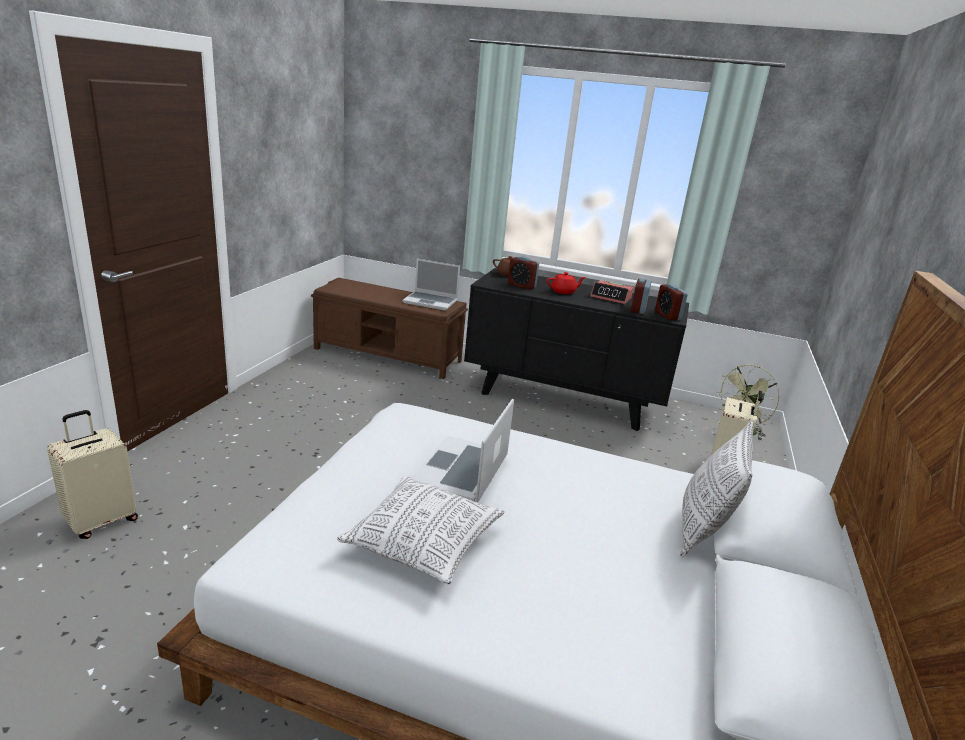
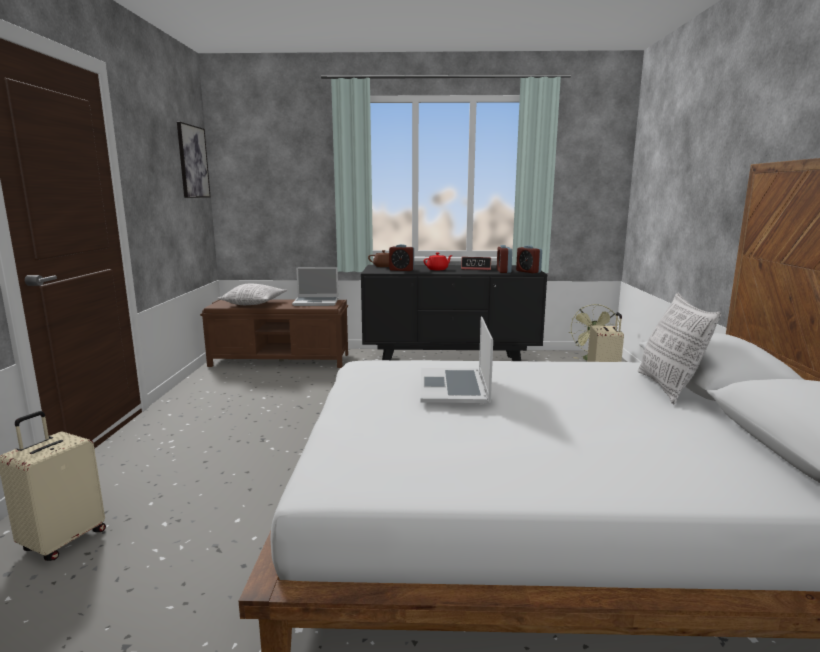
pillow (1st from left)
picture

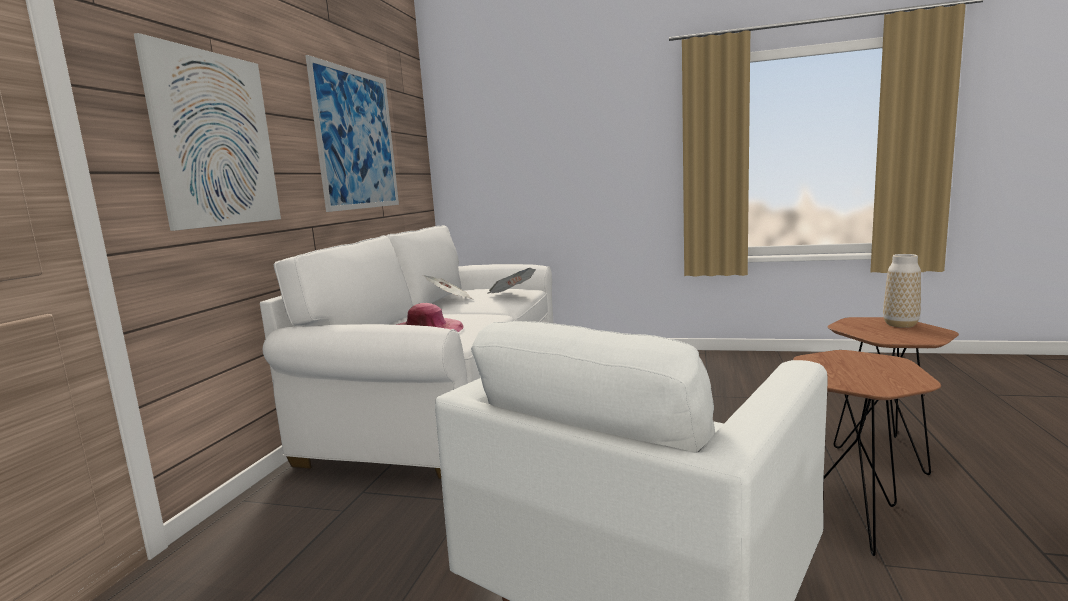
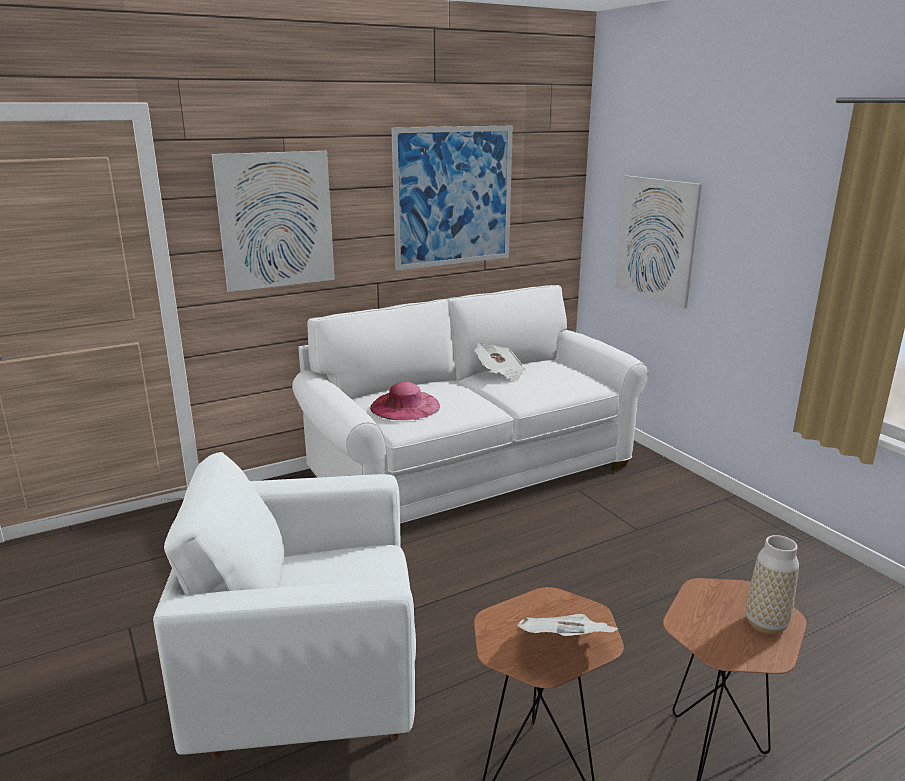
newspaper (2nd from left)
picture (3rd from left)

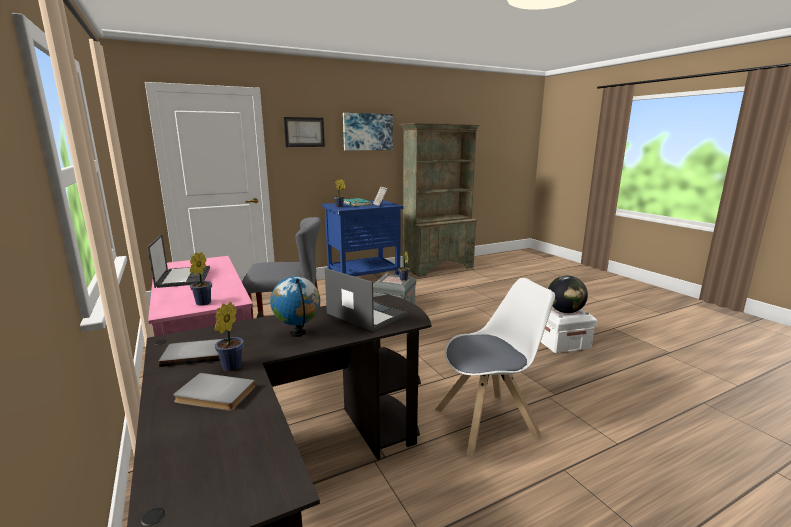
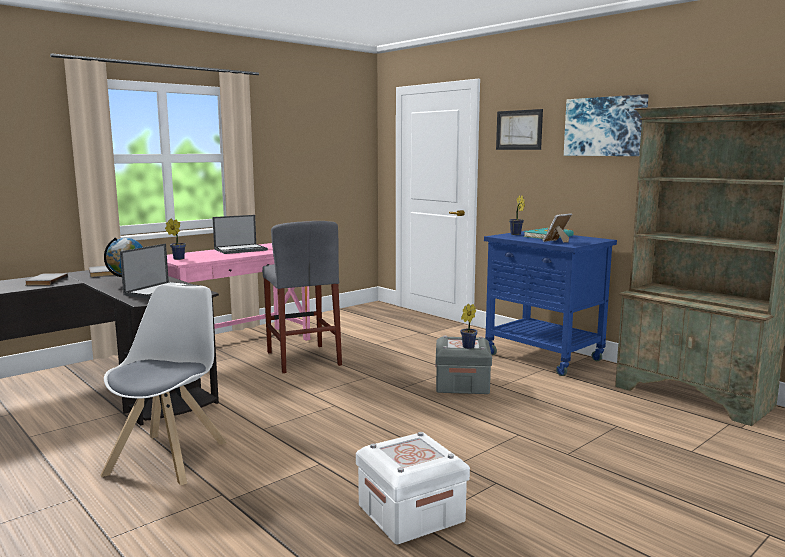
potted plant (2nd from left in the first image)
chair
globe (2nd from left in the first image)

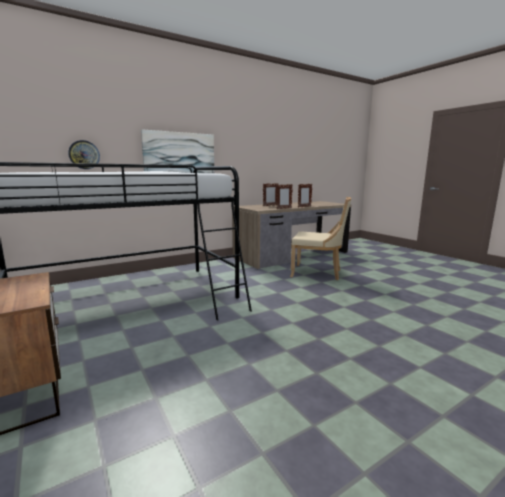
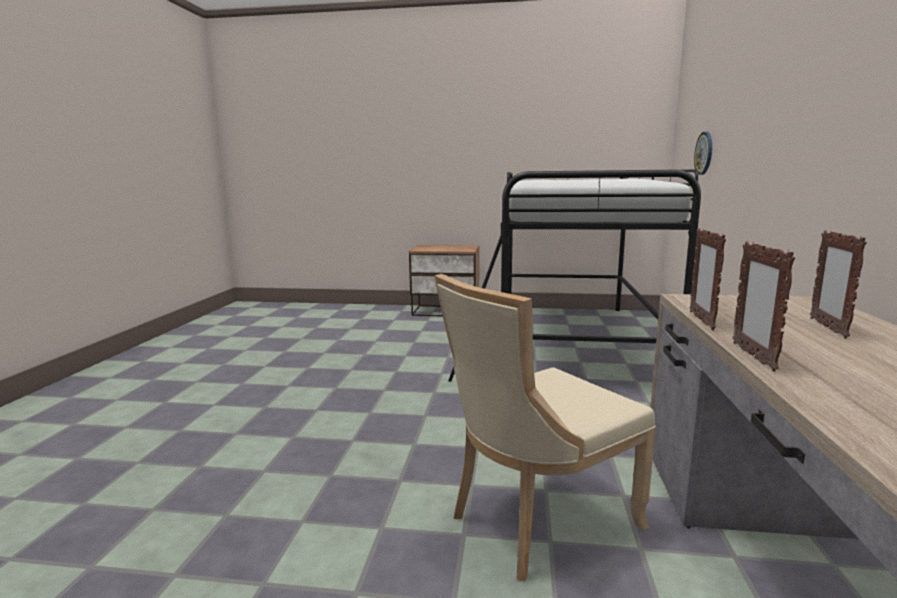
picture

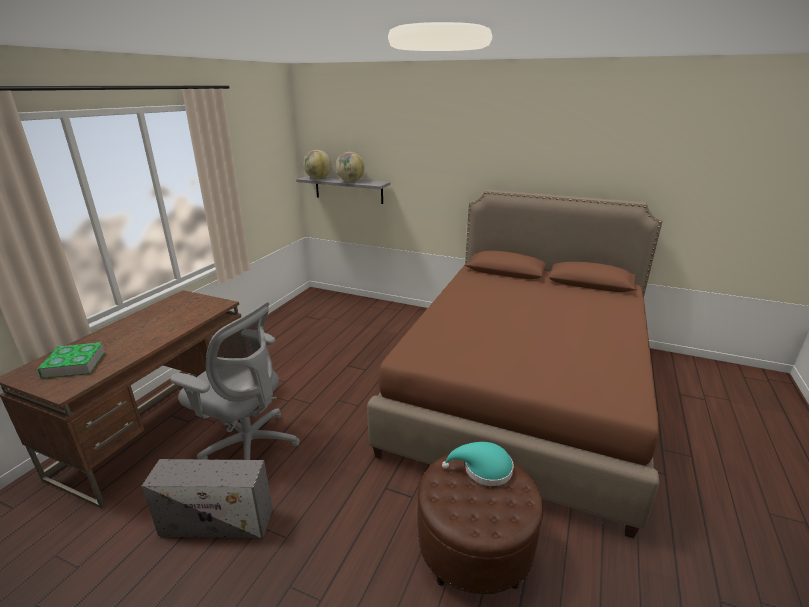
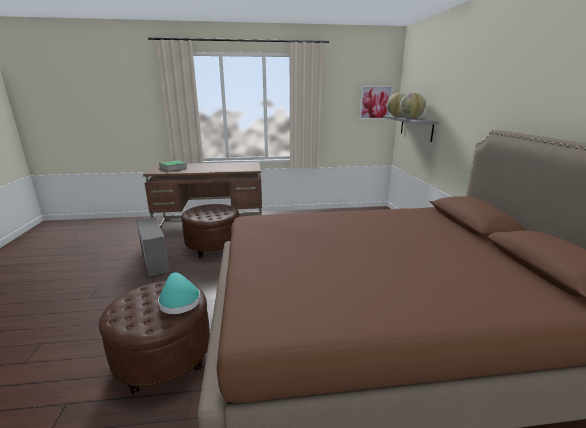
brown ottoman (2nd from left)
picture

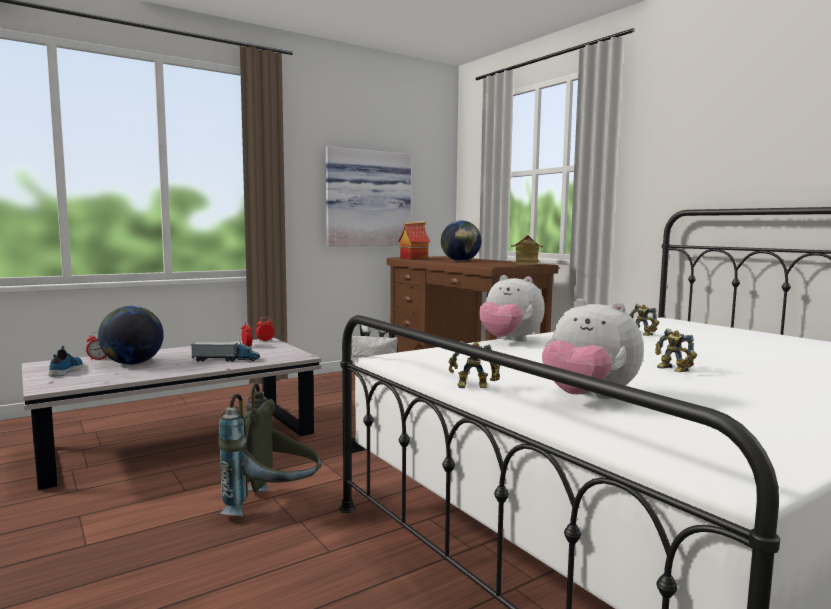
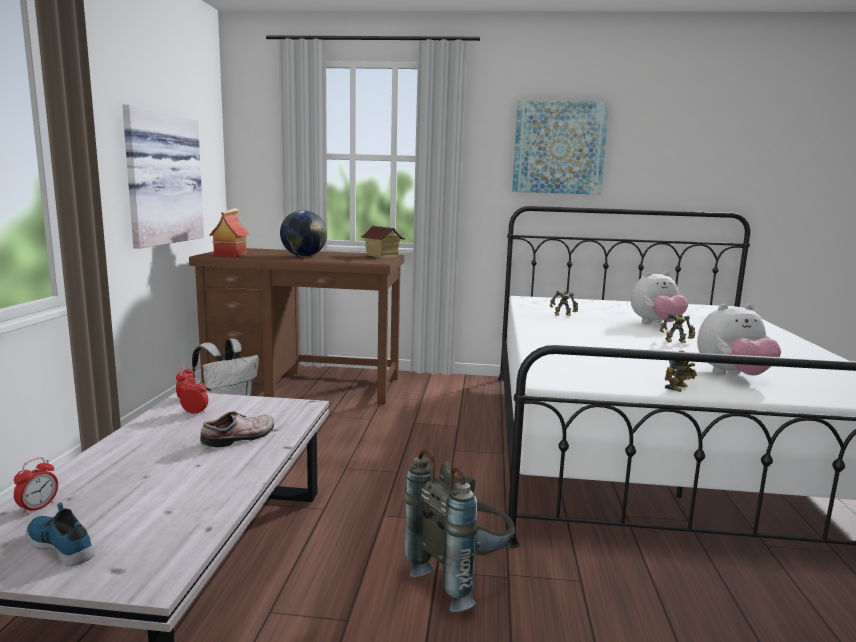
globe (1st from left in the first image)
shoe (2nd from left)
plush toy (1st from left)
picture (2nd from left)

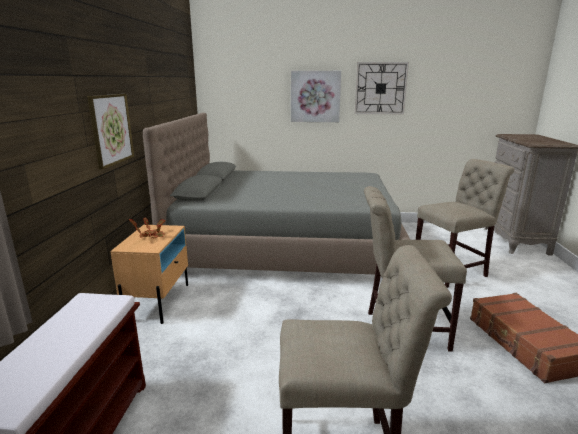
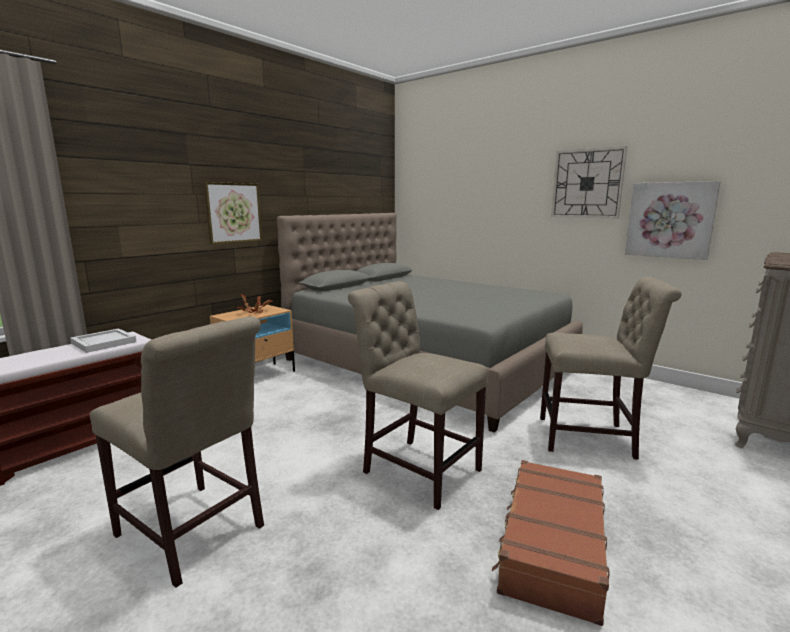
picture (2nd from left)
white tray

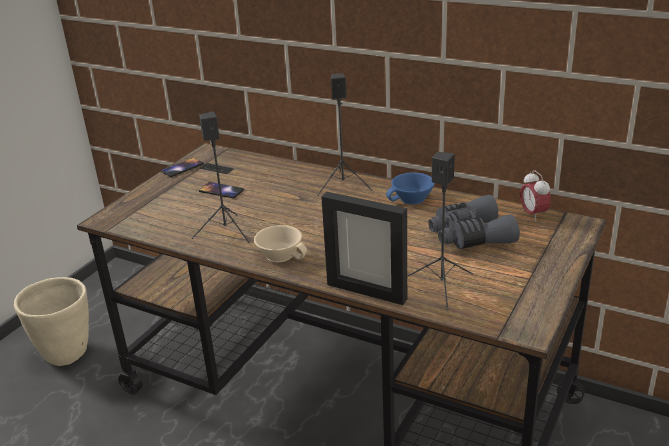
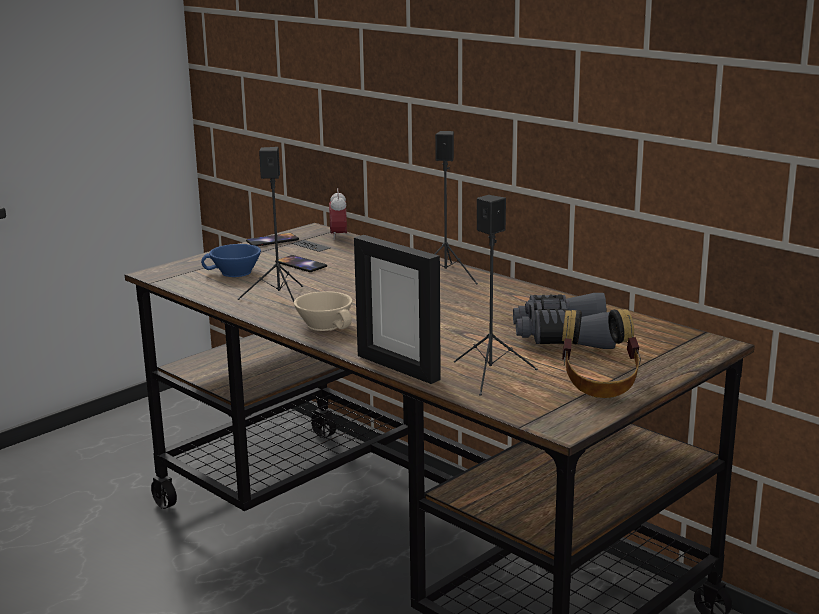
beige planter
blue cup
alarm clock
headphones

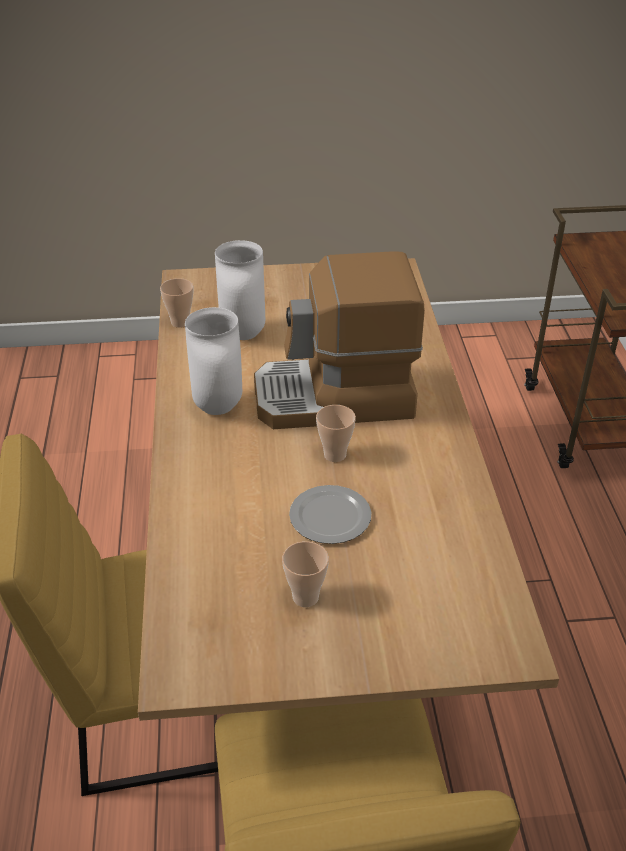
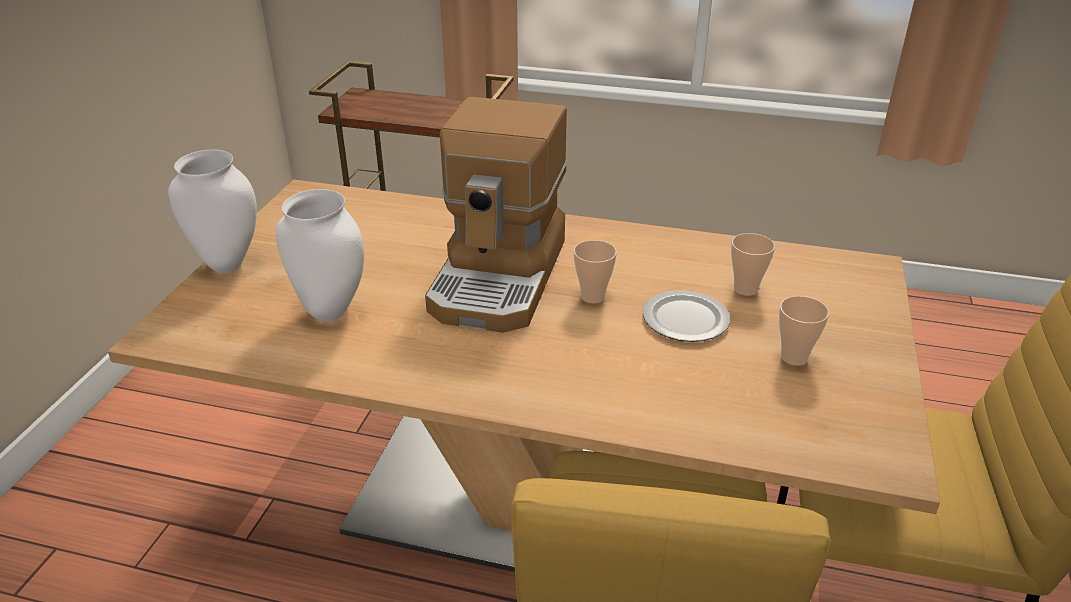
cup (2nd from left)
white vase (1st from left)

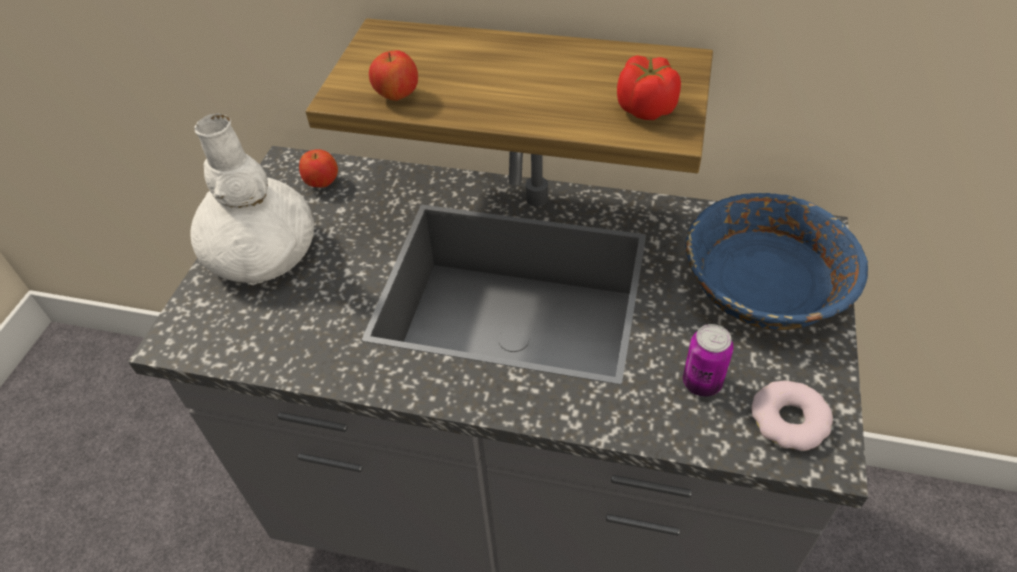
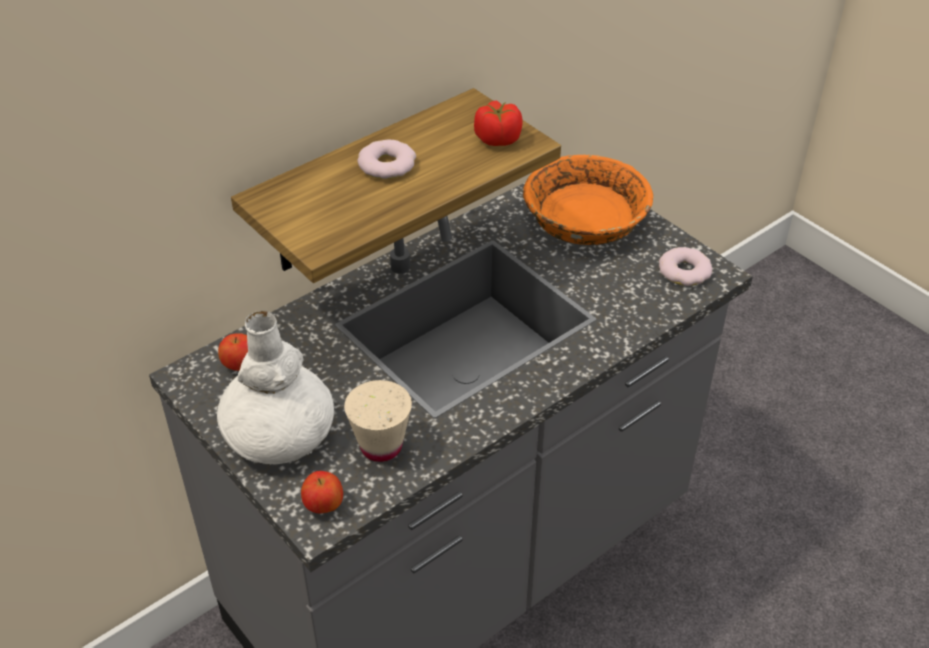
apple (2nd from left)
can
orange bowl
beige cup
donut (1st from left)

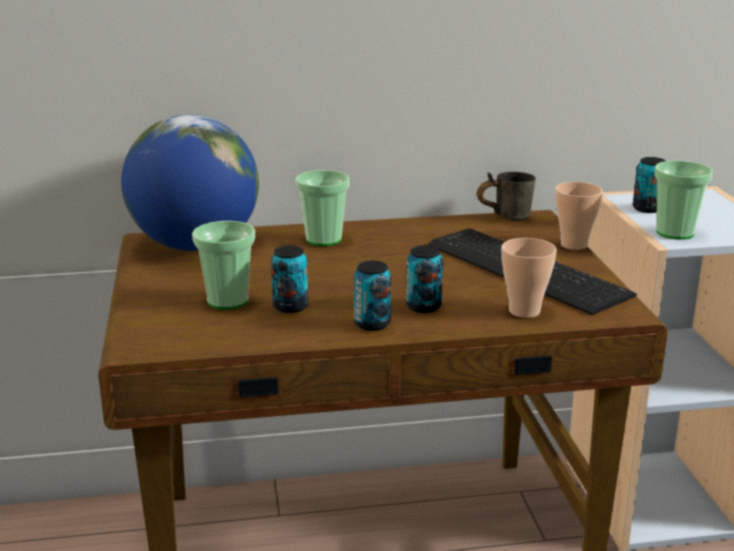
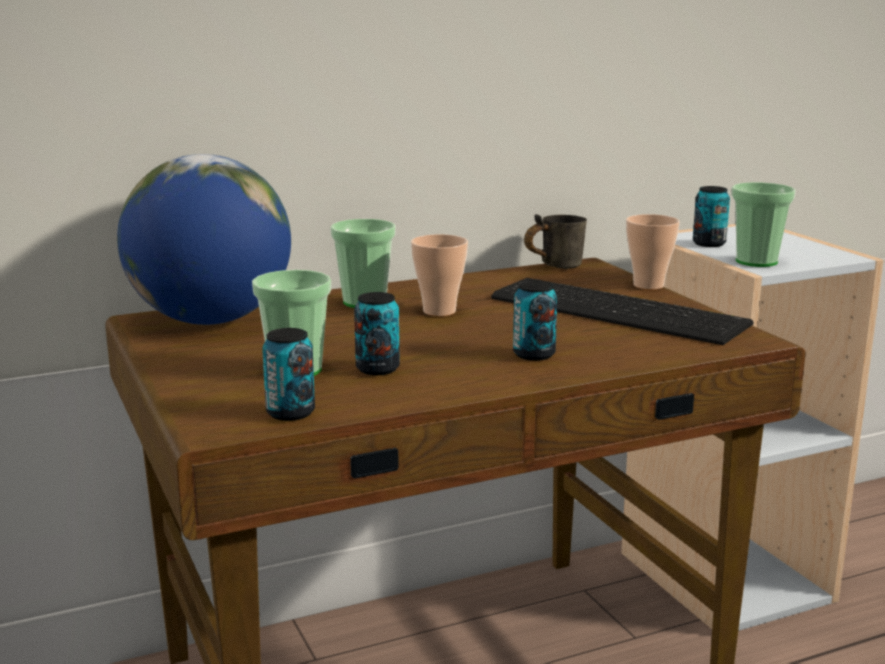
can (1st from left)
cup (3rd from left)

